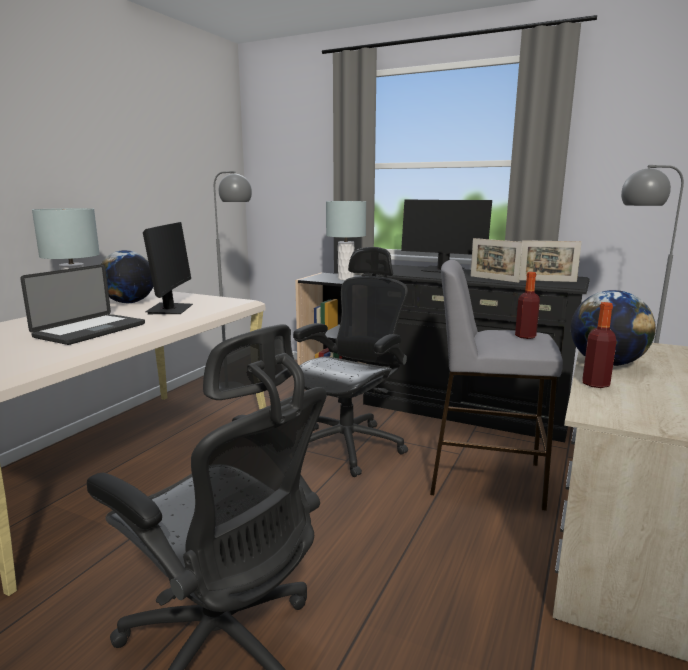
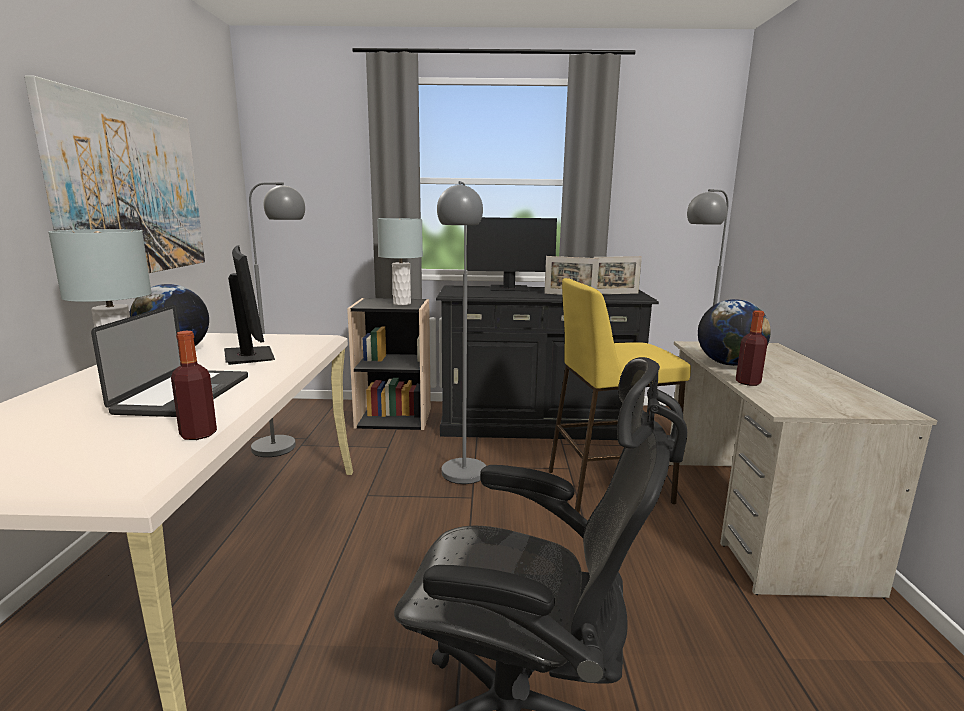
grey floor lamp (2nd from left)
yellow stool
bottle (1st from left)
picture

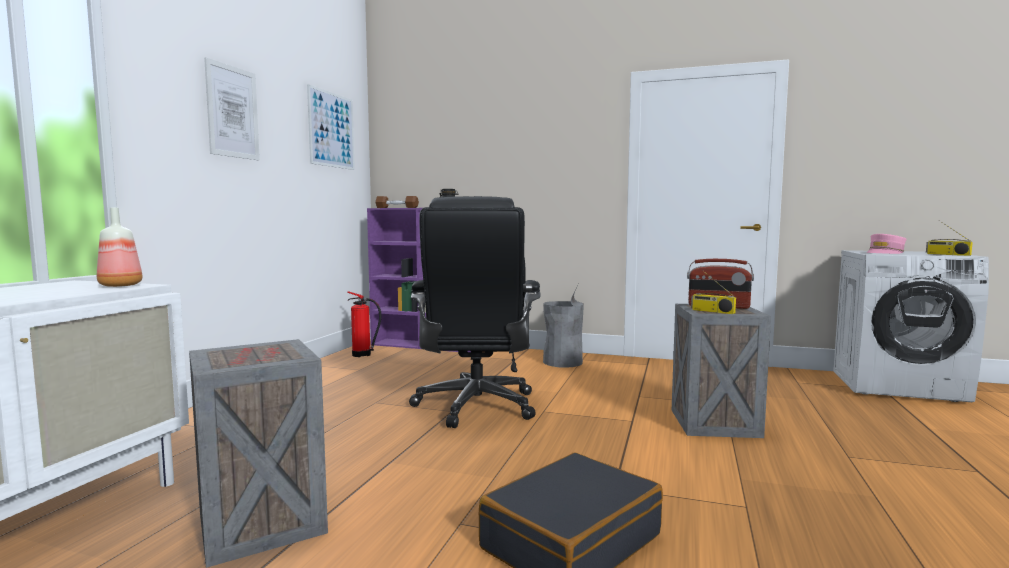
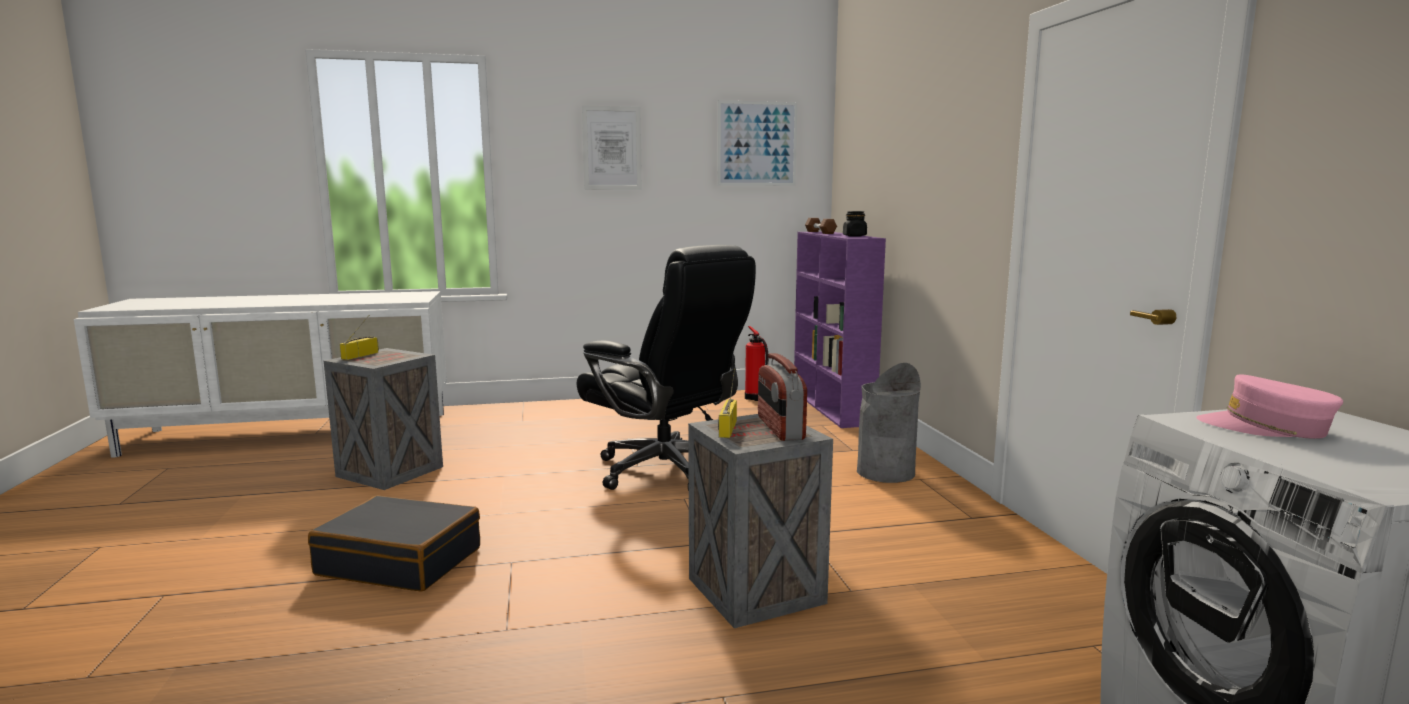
bottle
black office chair
radio (1st from left)

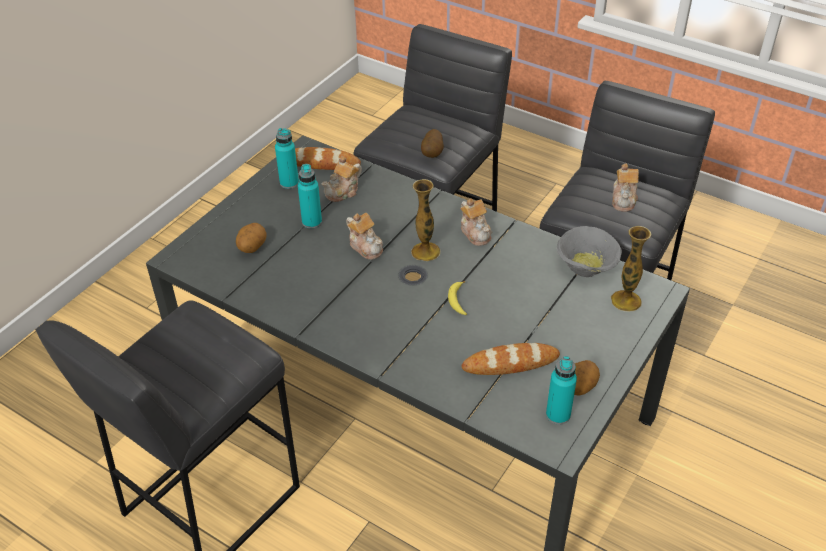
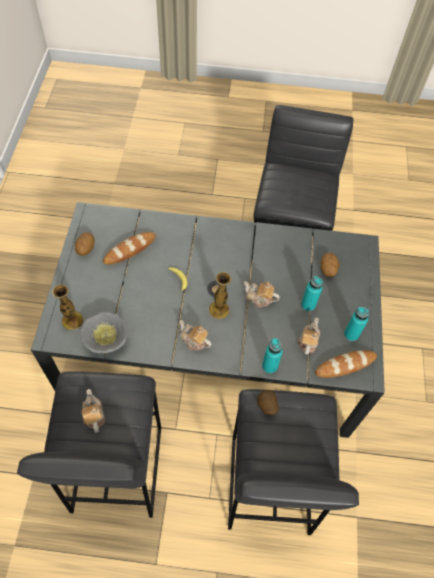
turquoise bottle (1st from left)

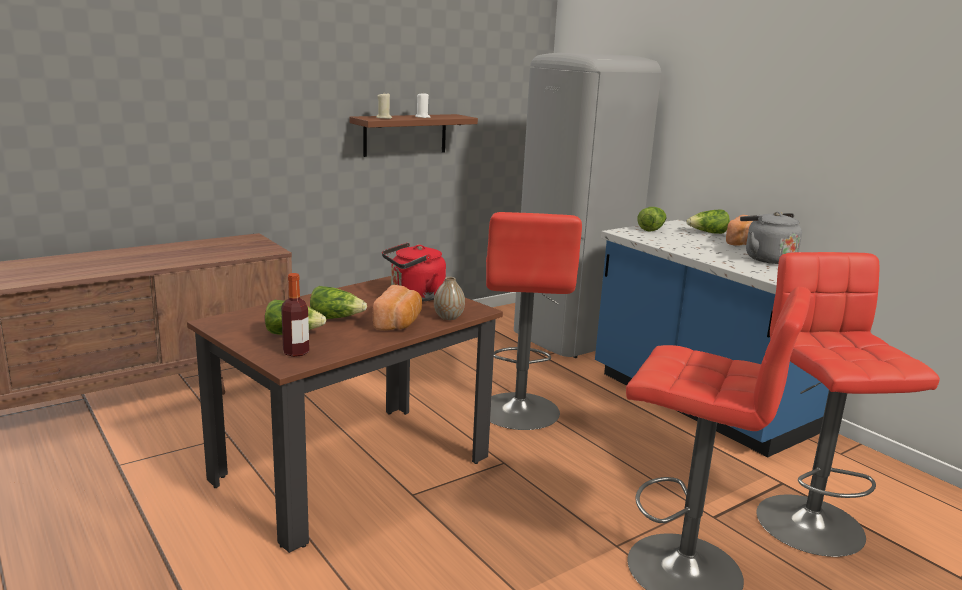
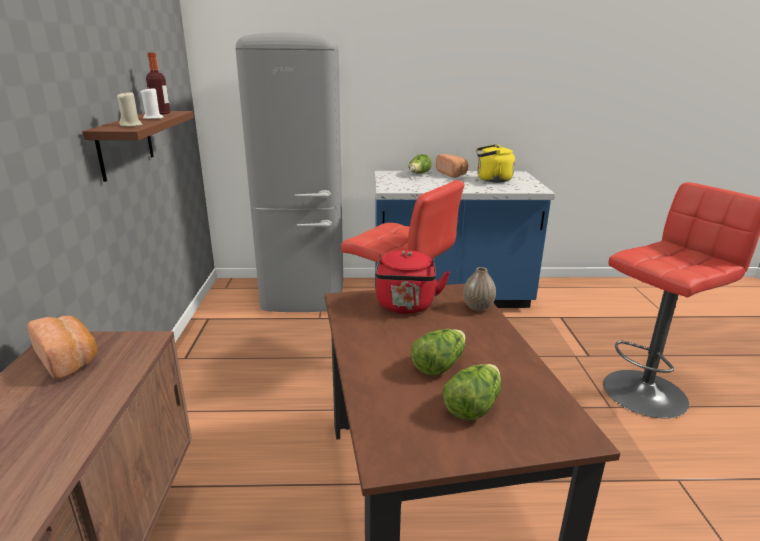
bottle
bread (1st from left)
lettuce (3rd from left in the first image)
yellow kettle
red stool (3rd from left in the first image)

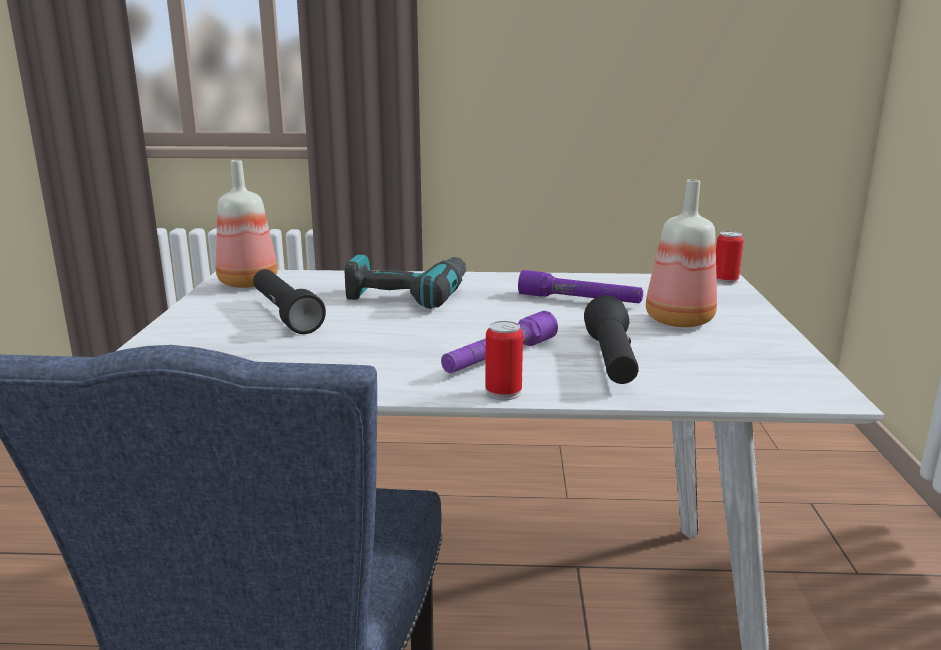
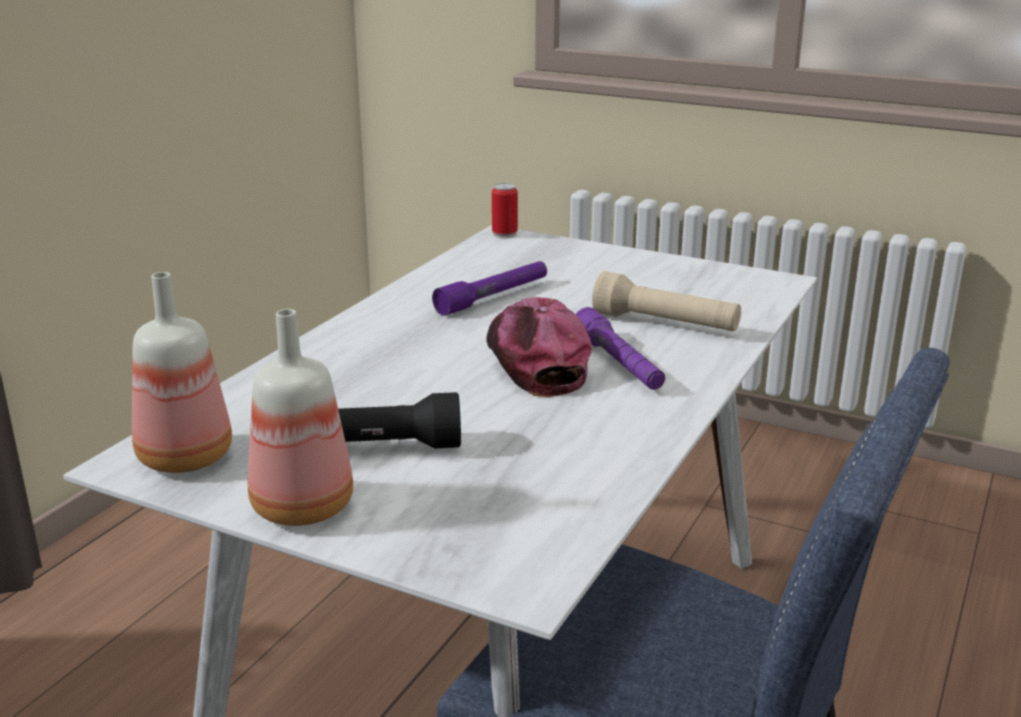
power drill
can (1st from left in the first image)
beige flashlight
bottle (2nd from left)
cap

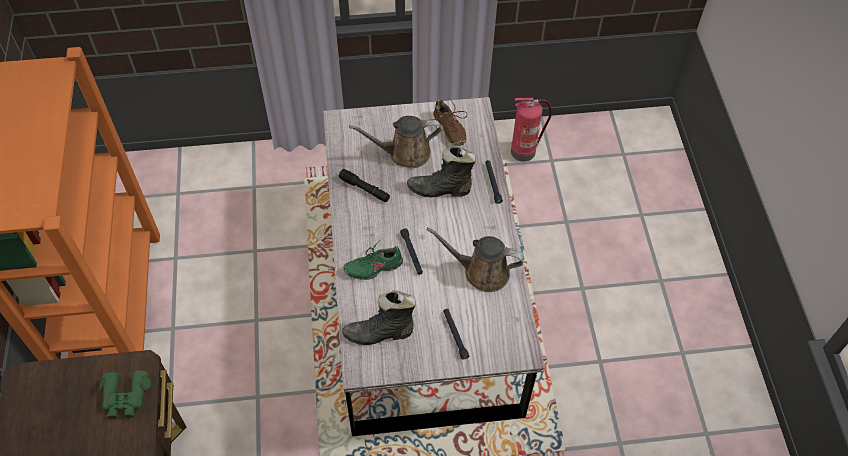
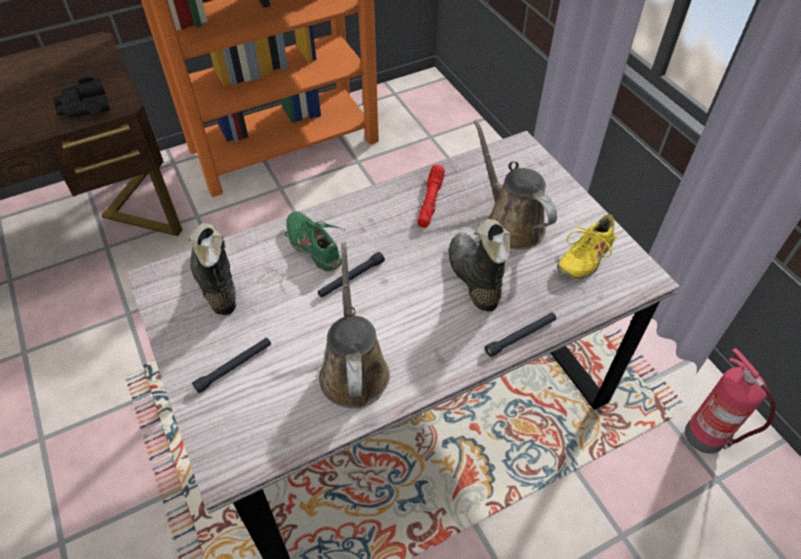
black binoculars
red flashlight
yellow shoe

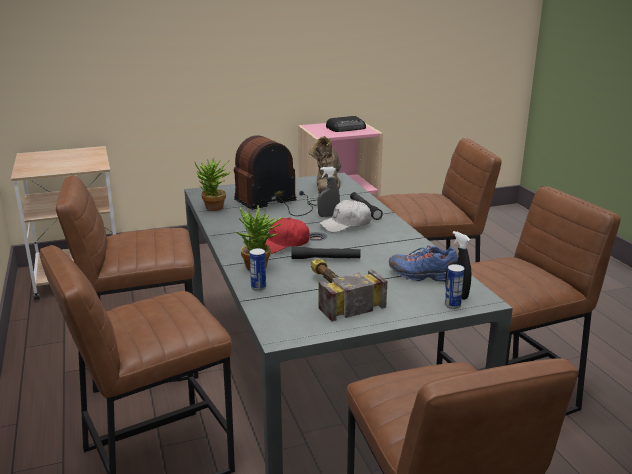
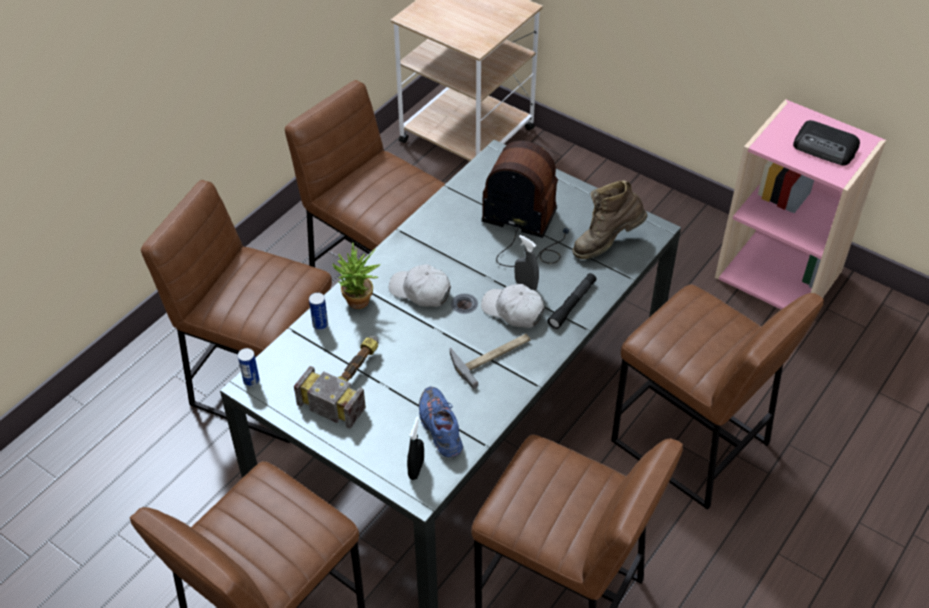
potted plant (1st from left in the first image)
white cap (1st from left)
black flashlight (1st from left in the first image)
can (1st from left)
hammer (2nd from left)

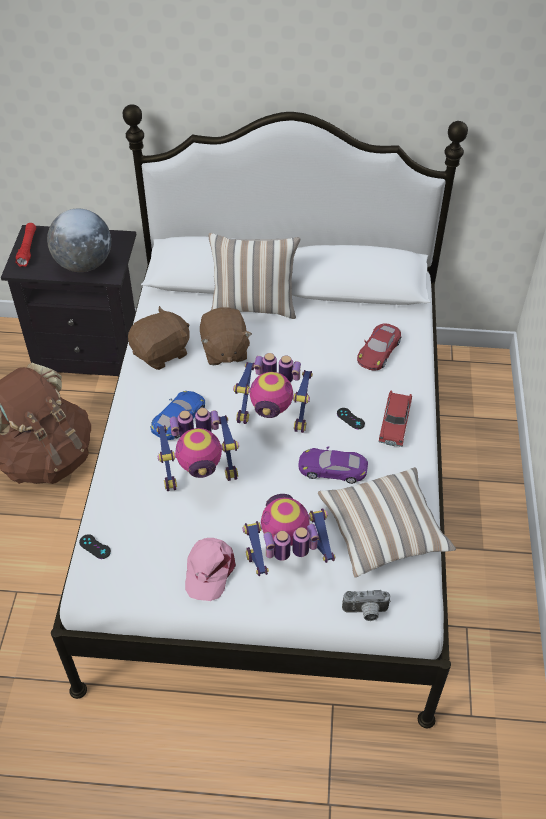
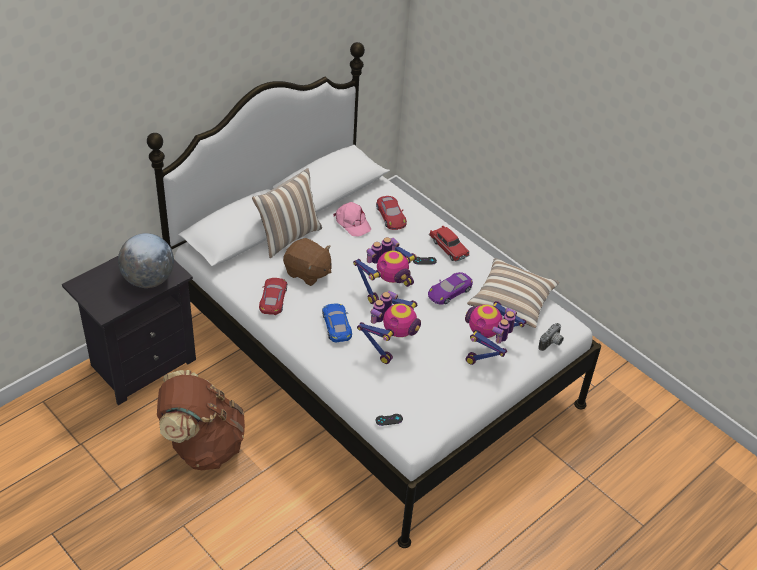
red flashlight
red toy car (1st from left)
pink cap

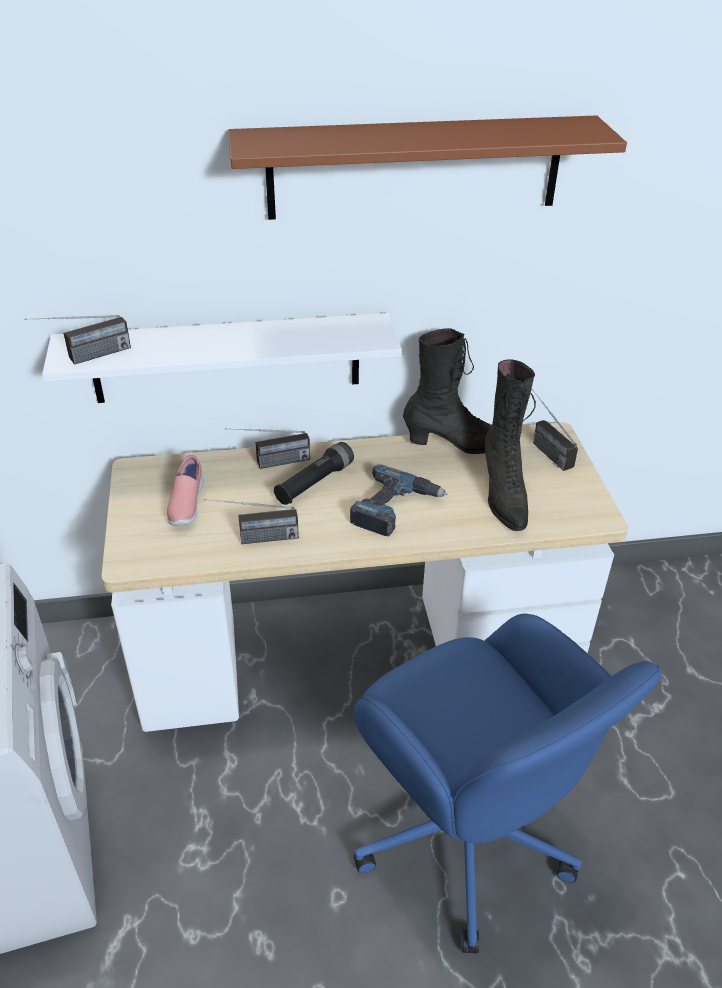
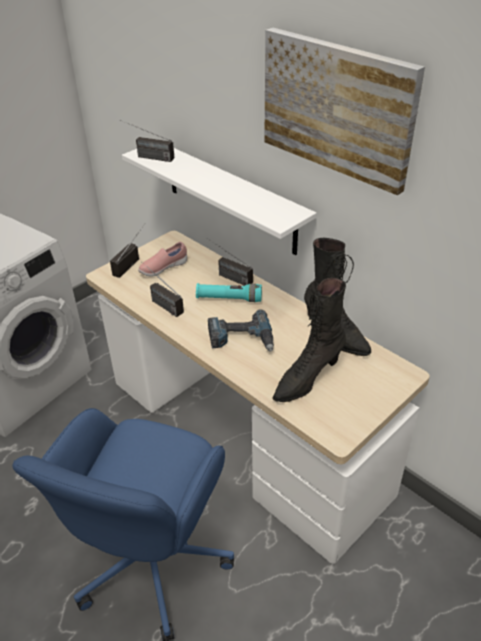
picture
turquoise flashlight
radio (1st from left)

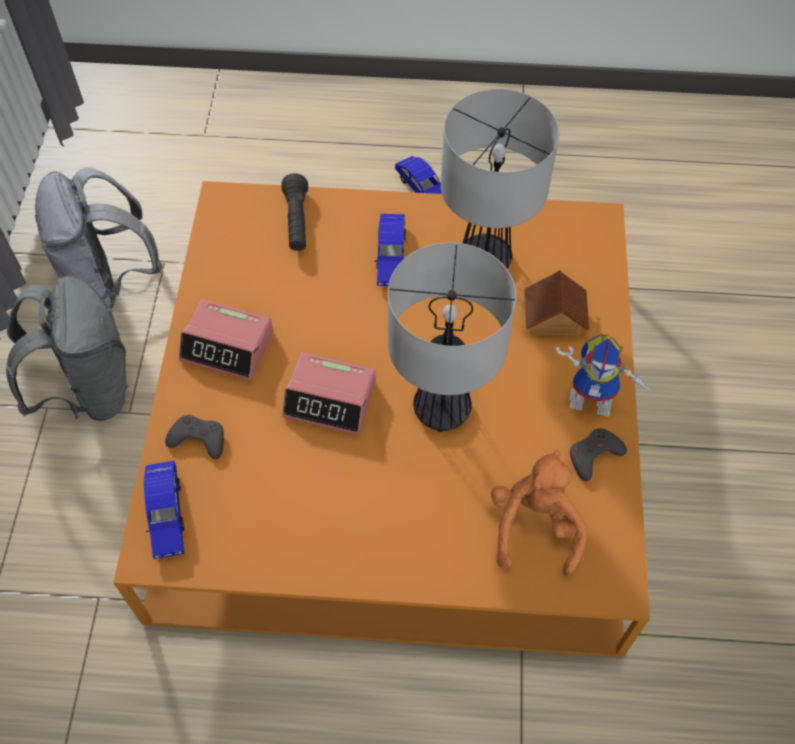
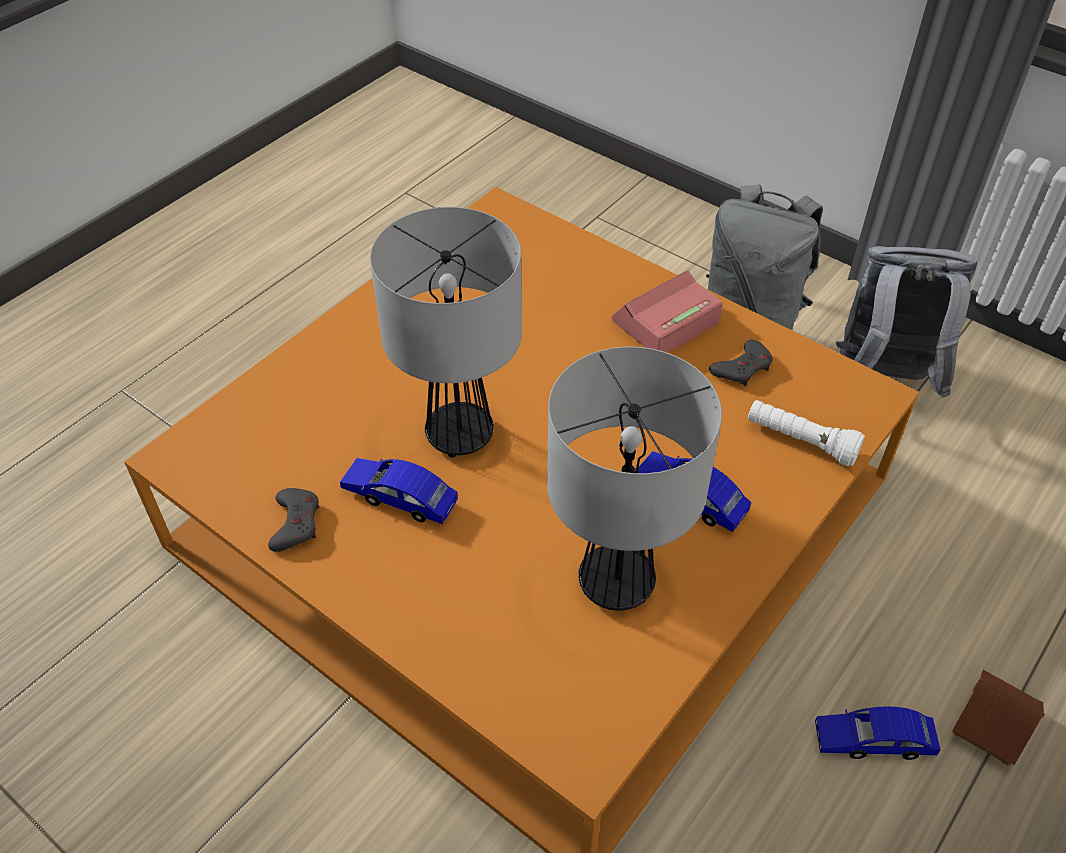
blue toy car (1st from left)
grey game controller (2nd from left)
white flashlight
alarm clock (2nd from left in the first image)
orange plush toy
toy house
toy robot

